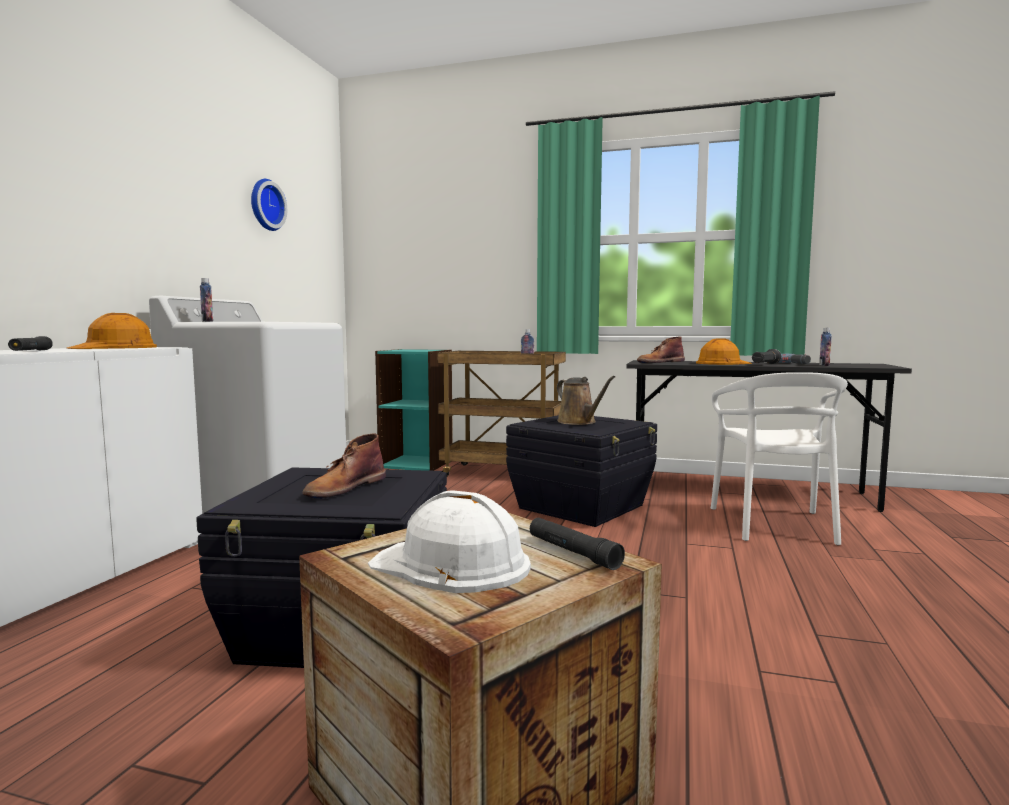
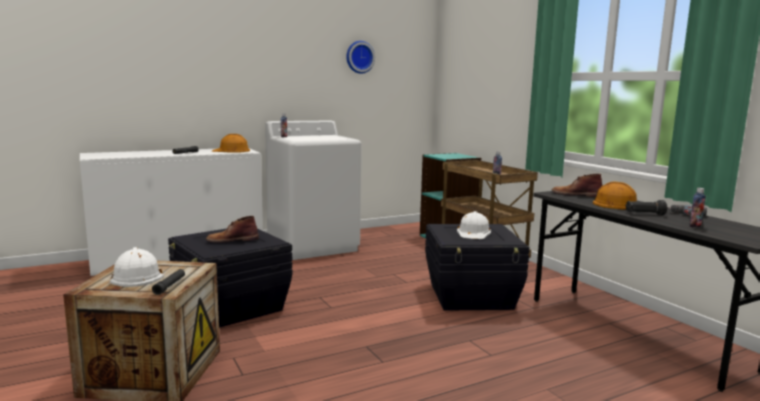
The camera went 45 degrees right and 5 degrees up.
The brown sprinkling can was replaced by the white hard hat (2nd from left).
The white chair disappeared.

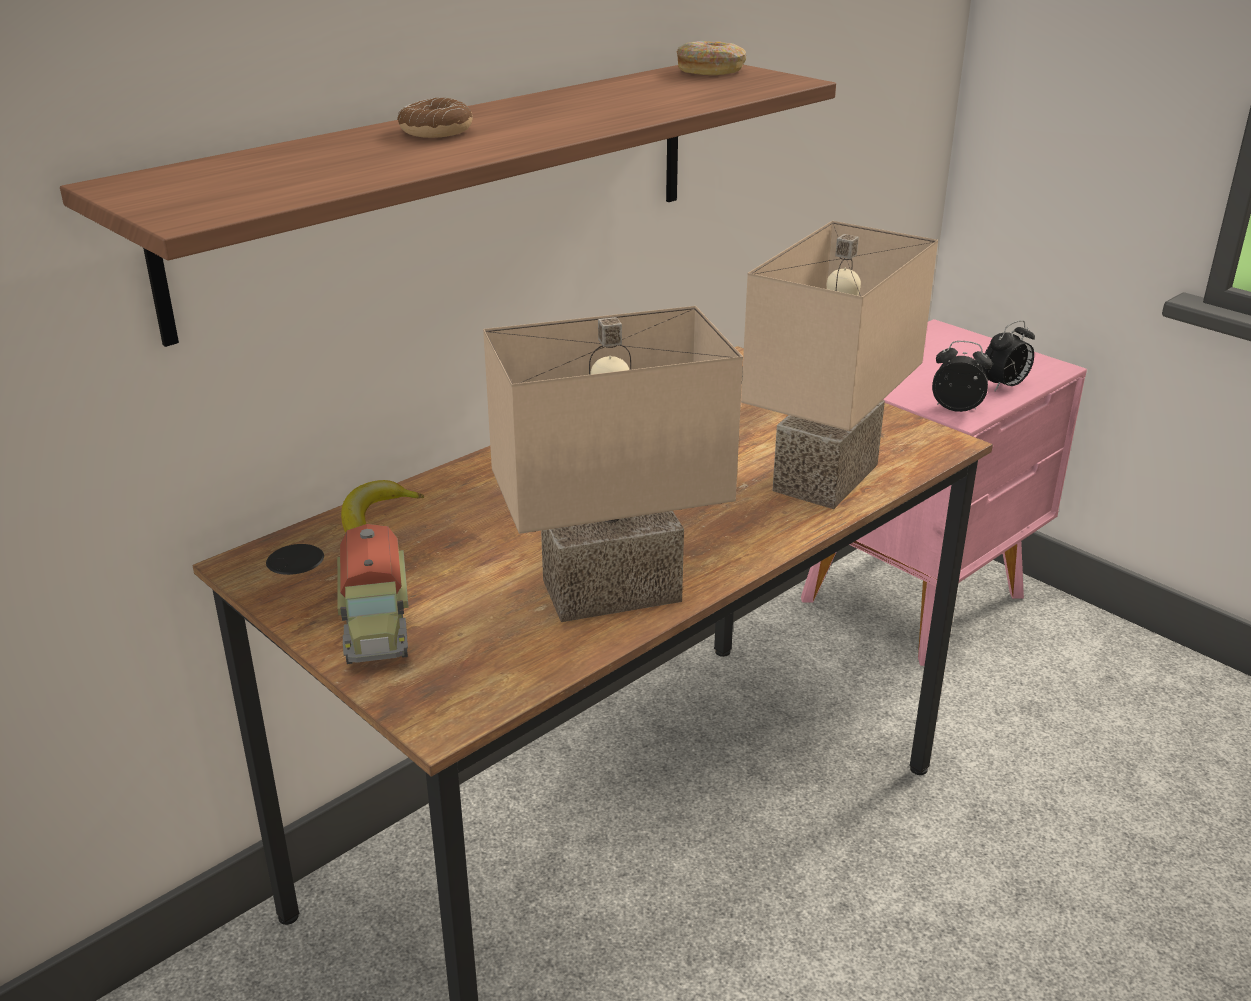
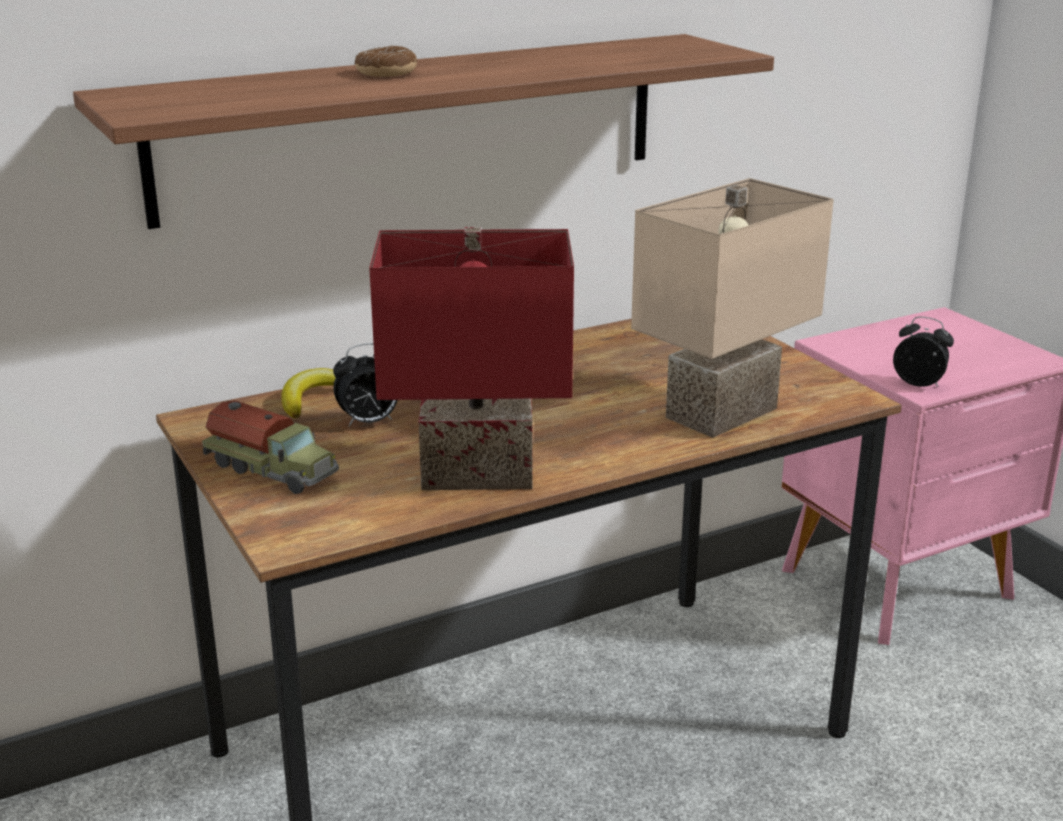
The camera went 15 degrees right and 5 degrees down.
The toy lorry turned 60 degrees counterclockwise.
The table clock (2nd from left in the first image) moved.
The beige-coloured table lamp (1st from left) became the red table lamp.
The ring doughnut (2nd from left) disappeared.

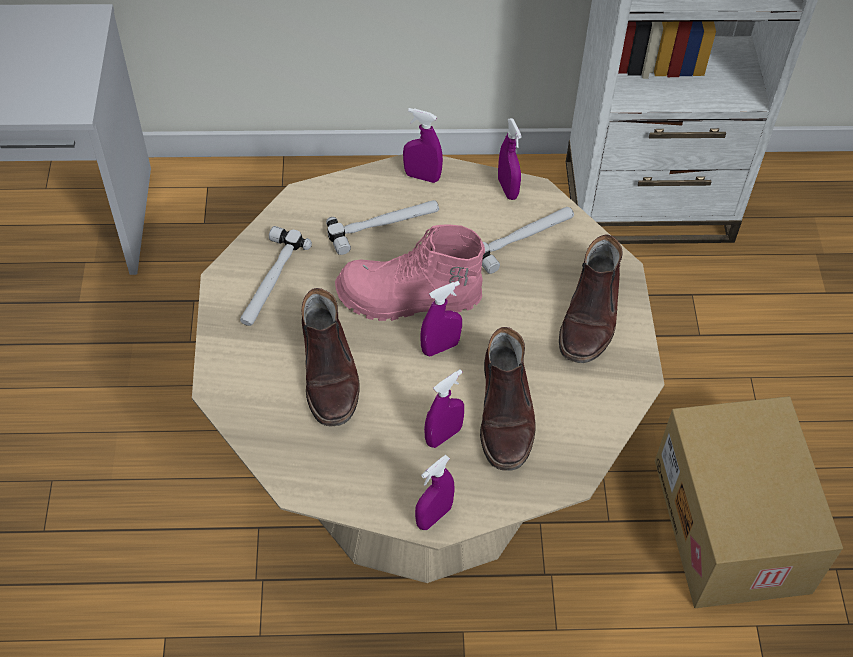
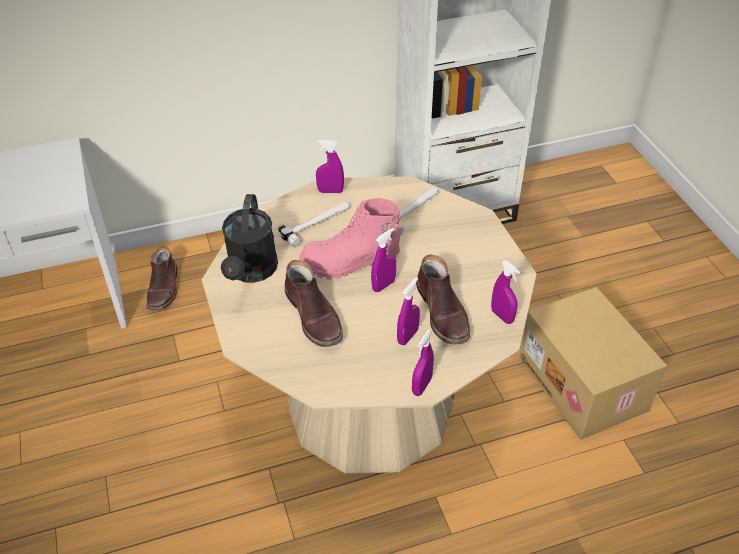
The camera went 15 degrees left and 10 degrees down.
The brown tall boot (3rd from left in the first image) moved.
The hammer (1st from left) was replaced by the black sprinkling can.
The purplish hand sprayer (5th from left) moved.

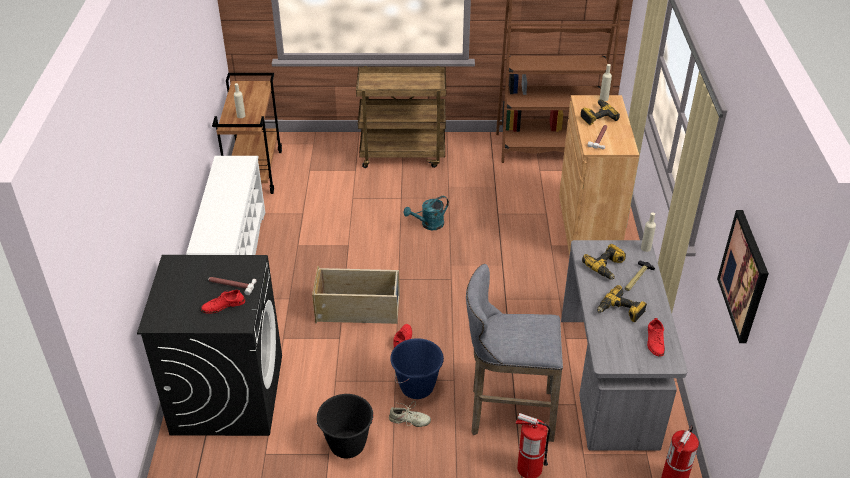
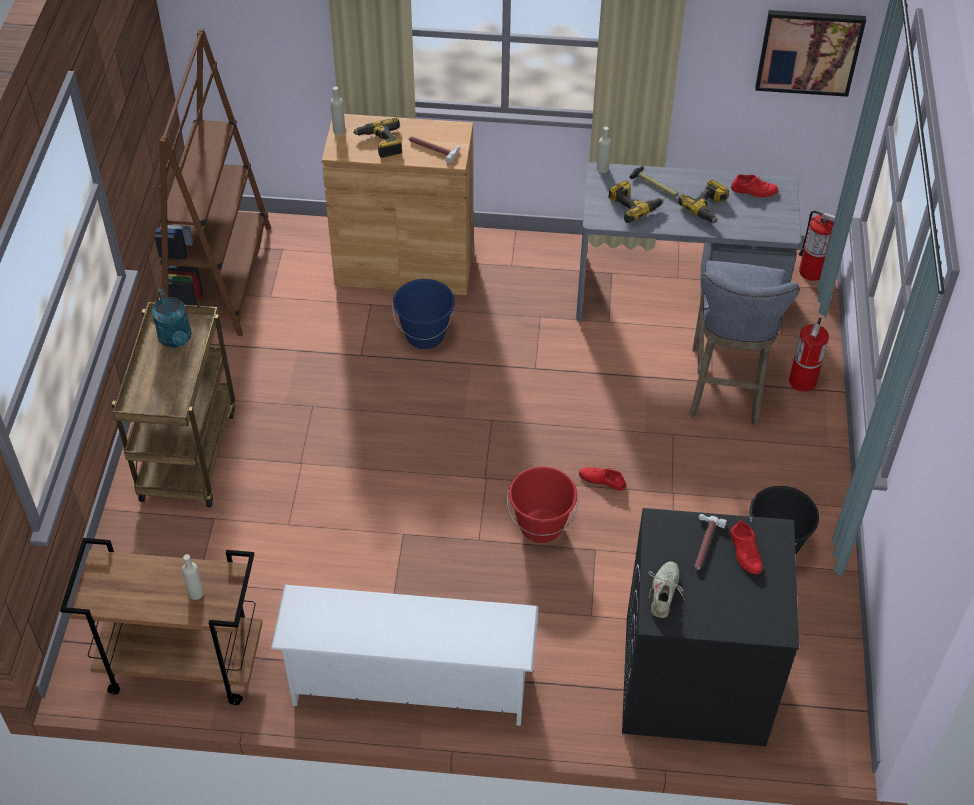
The camera went 85 degrees left and 10 degrees up.
The turquoise-coloured sprinkling can moved.
The blue pail moved.
The beige-coloured storage container was replaced by the red pail.
The beige-coloured low shoe moved.

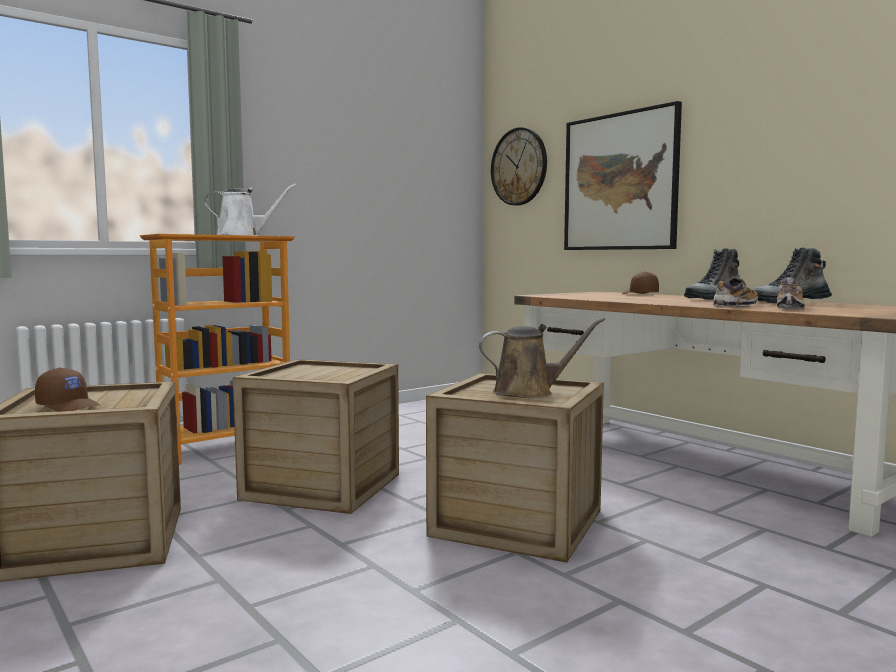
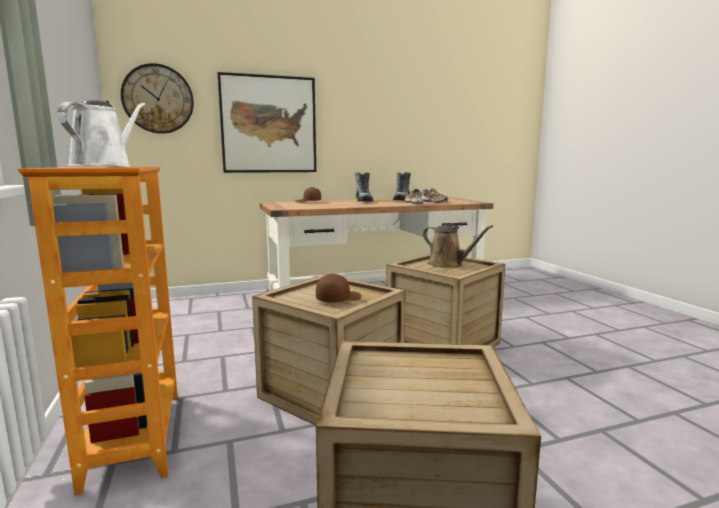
The camera went 70 degrees left and 5 degrees up.
The brown baseball cap (1st from left in the first image) moved.
The brown sprinkling can turned 120 degrees clockwise.

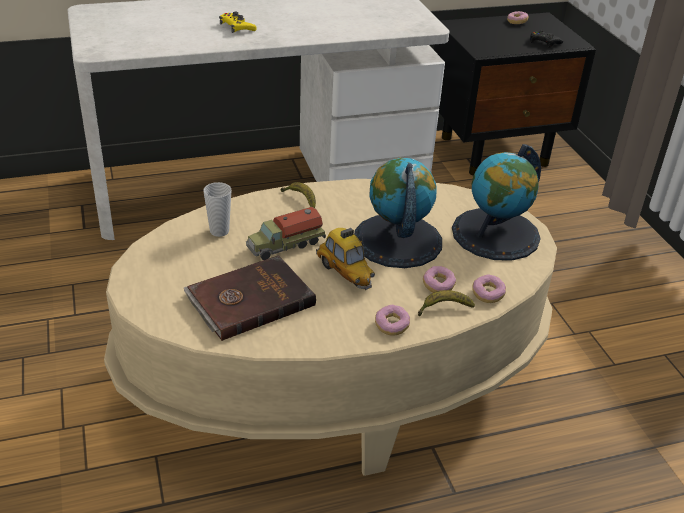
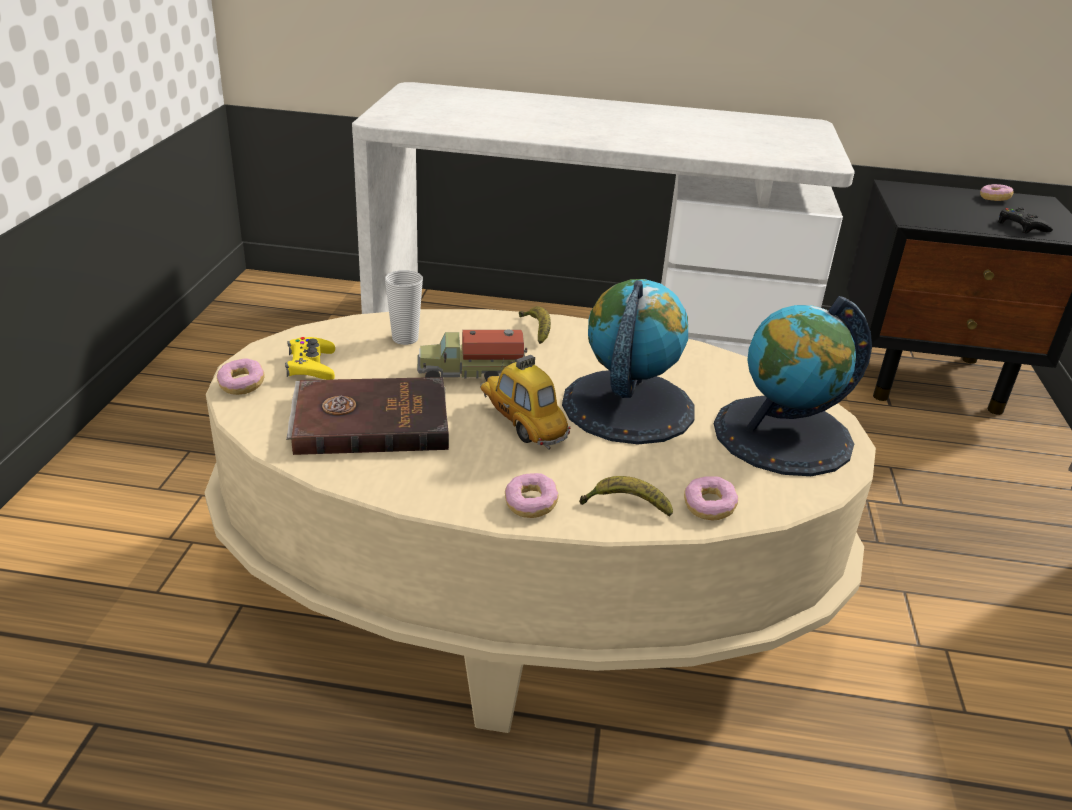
The camera went 25 degrees right and 5 degrees down.
The ring doughnut (2nd from left in the first image) moved.
The yellowish gamepad moved.
The toy car turned 150 degrees clockwise.

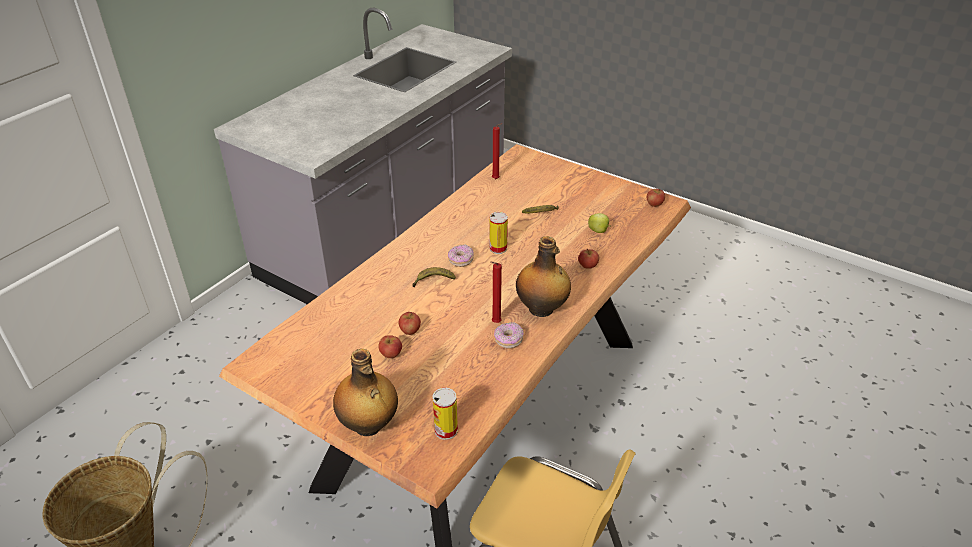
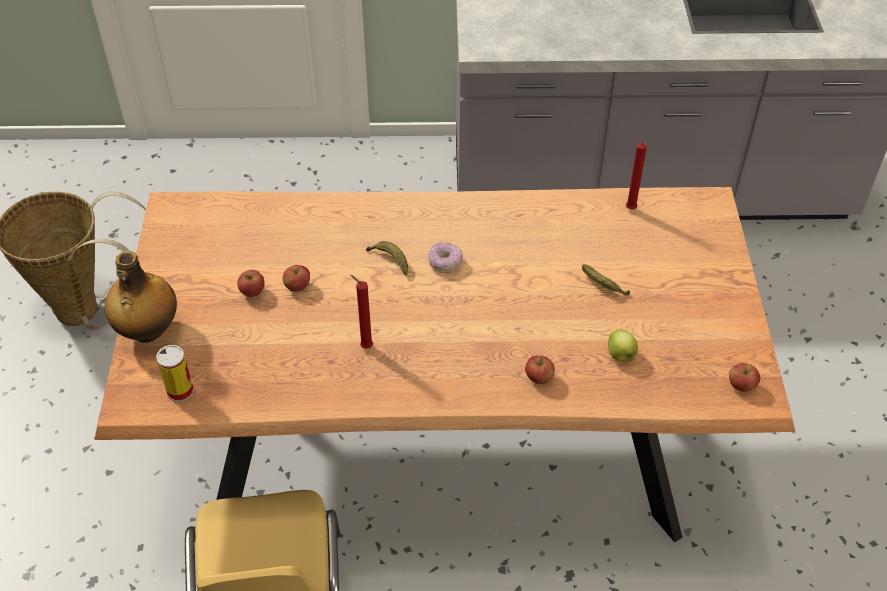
The camera went 55 degrees right and 10 degrees up.
The can (2nd from left) disappeared.
The ring doughnut (2nd from left) disappeared.
The bottle (2nd from left) disappeared.

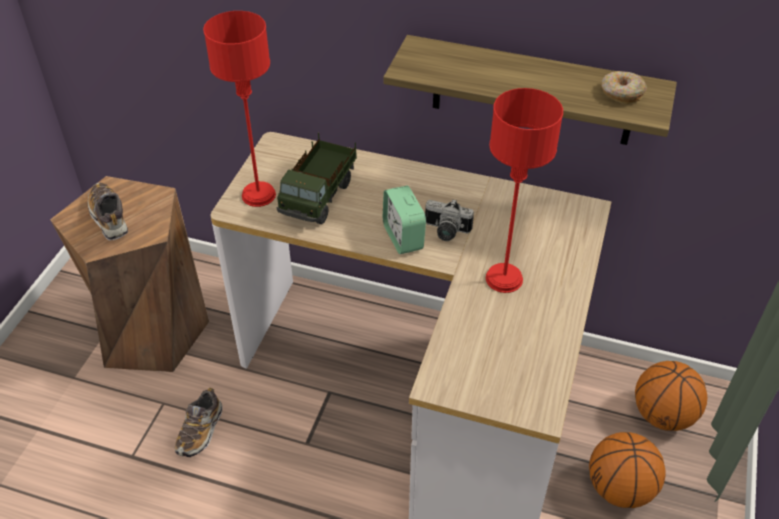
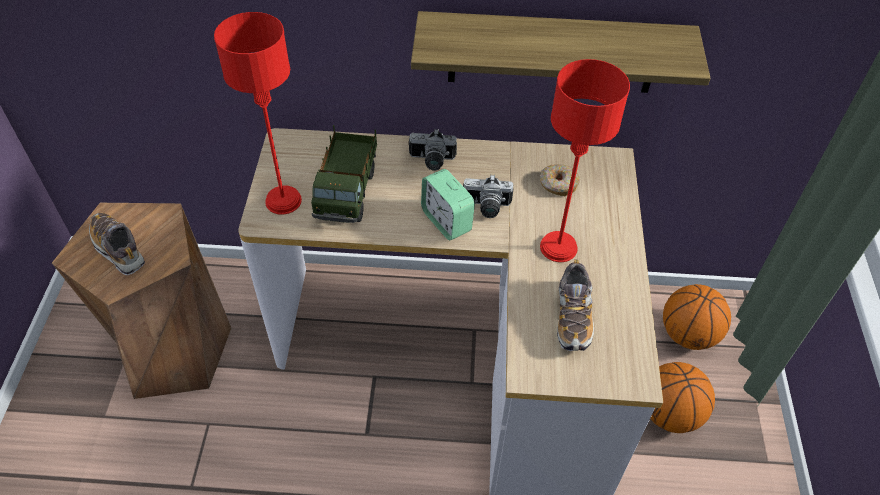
The camera went 15 degrees left and 5 degrees up.
The still camera (1st from left) appeared.
The ring doughnut moved.
The low shoe (2nd from left) moved.

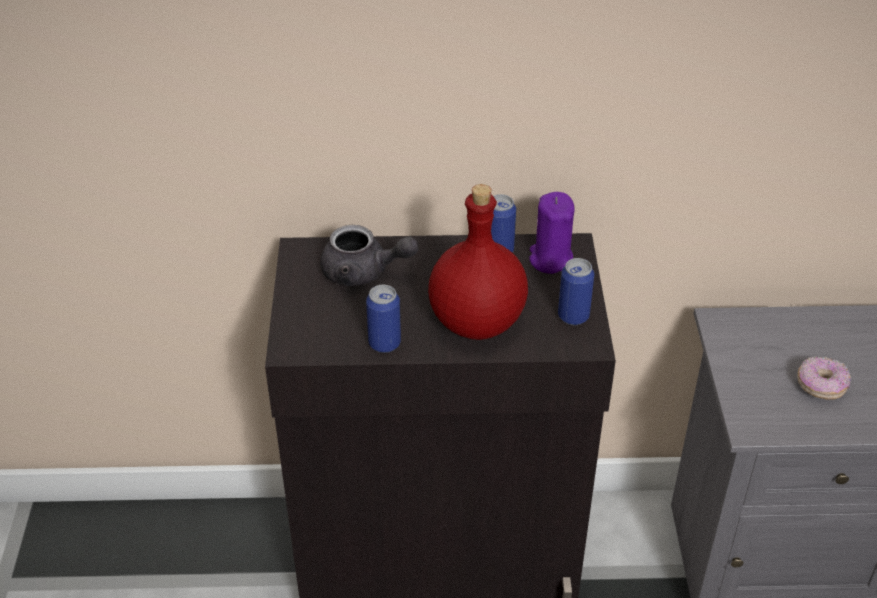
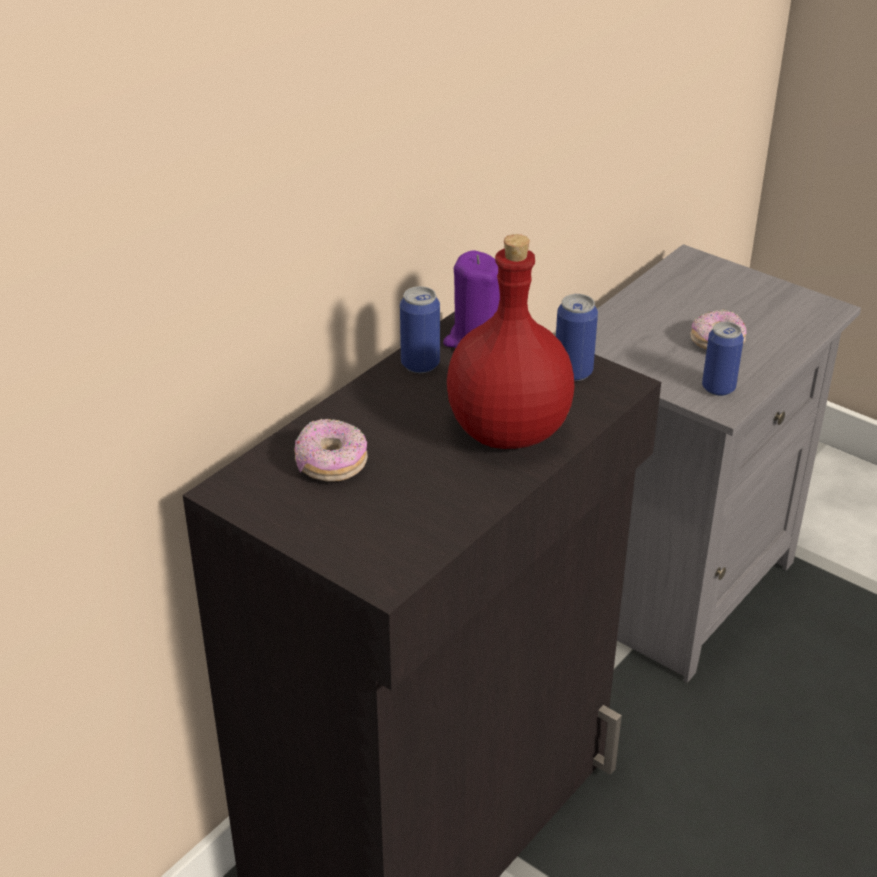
The camera went 50 degrees left and 5 degrees down.
The gray teapot was replaced by the ring doughnut (1st from left).
The can (1st from left in the first image) moved.

